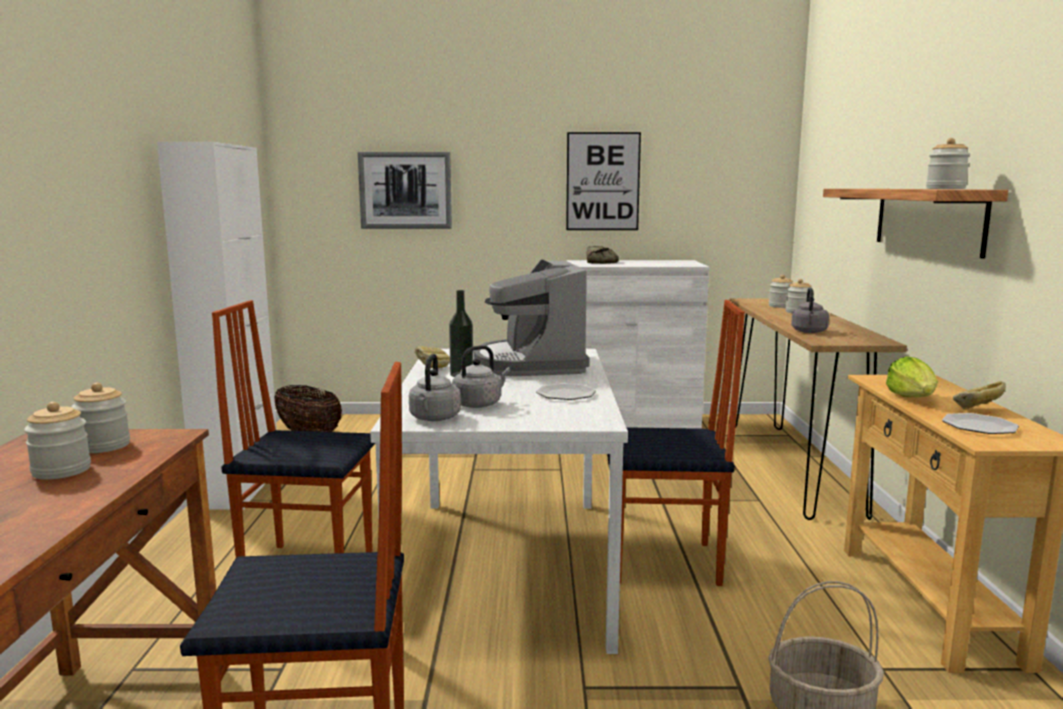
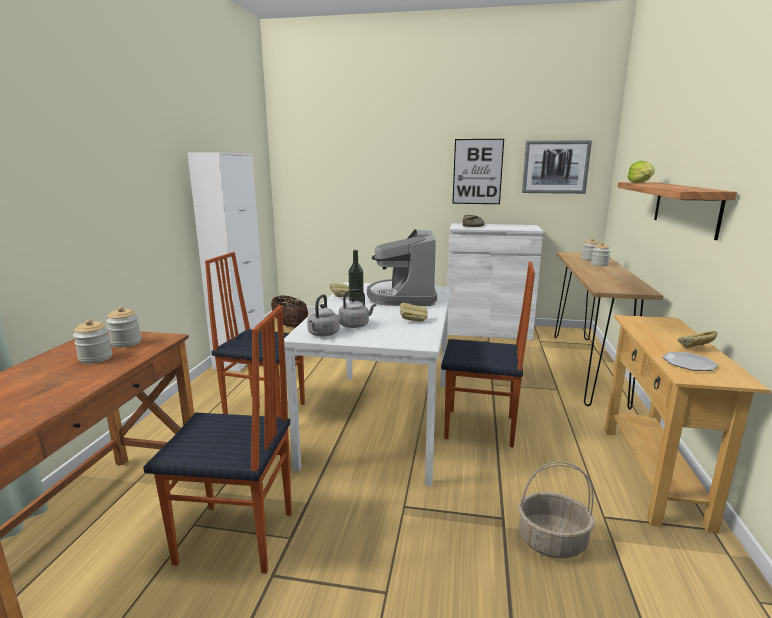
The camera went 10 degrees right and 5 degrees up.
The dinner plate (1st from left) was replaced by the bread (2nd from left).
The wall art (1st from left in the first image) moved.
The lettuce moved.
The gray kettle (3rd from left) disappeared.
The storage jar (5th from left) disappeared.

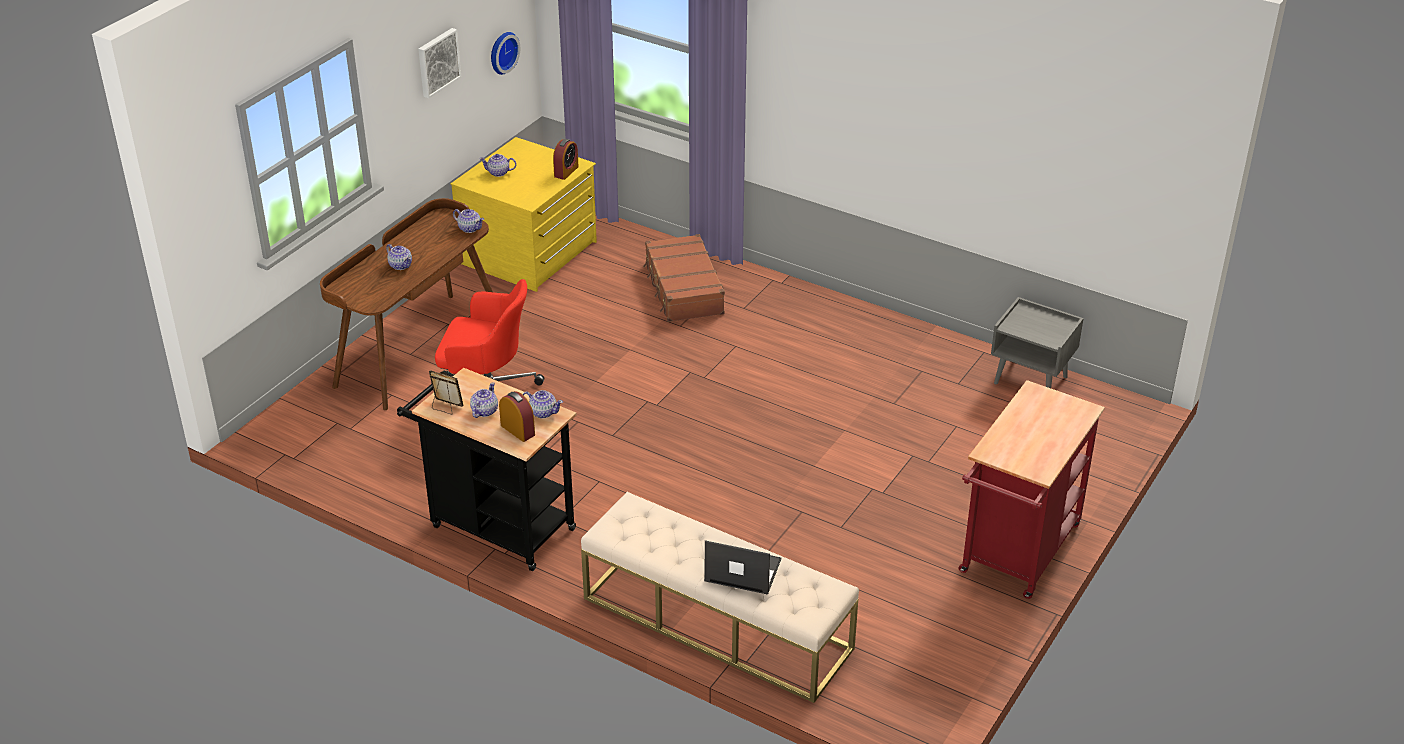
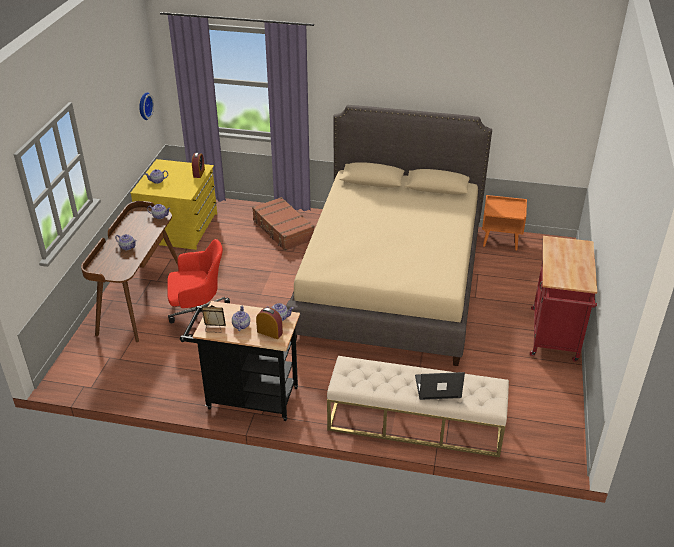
The camera went 20 degrees left and 0 degrees up.
The beige-coloured bed appeared.
The gray bedside table became the orange bedside table.
The wall art disappeared.

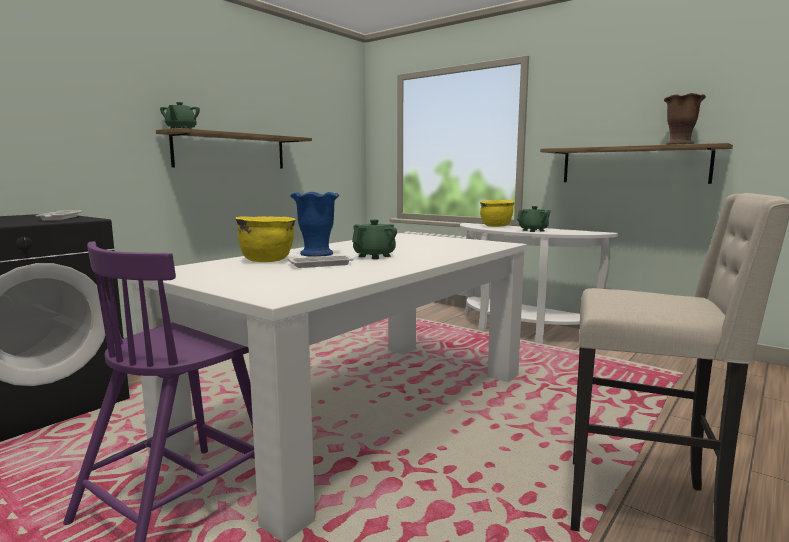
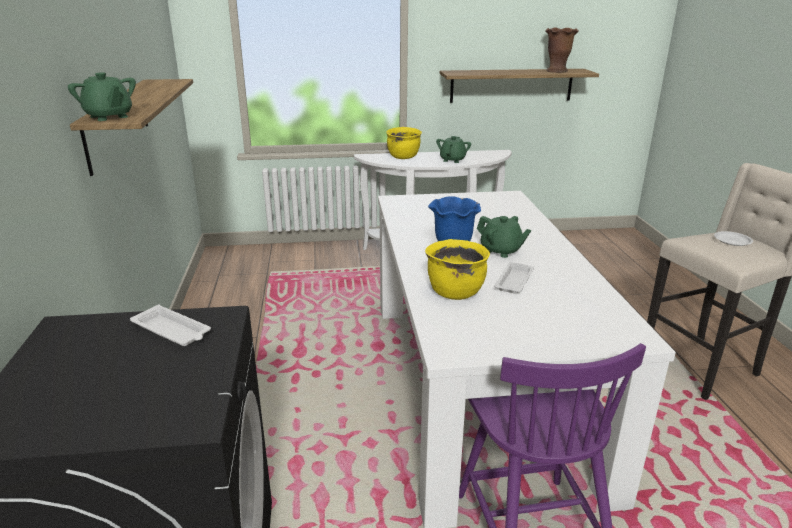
The camera went 45 degrees left and 15 degrees up.
The green teapot (2nd from left in the first image) turned 135 degrees clockwise.
The white dinner plate appeared.

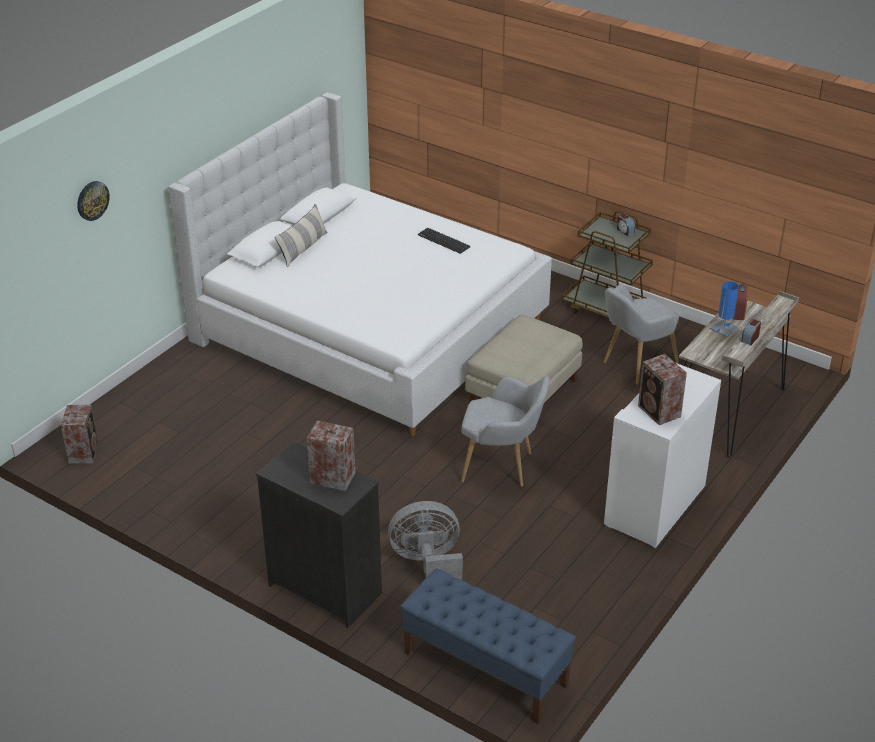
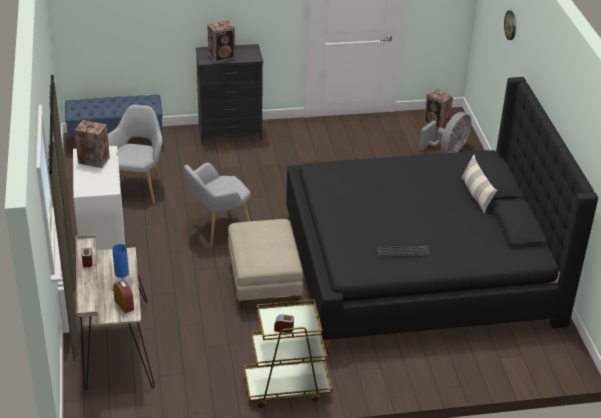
The camera went 135 degrees right and 0 degrees up.
The gray easy chair (2nd from left in the first image) moved.
The white bed became the black bed.
The gray fan moved.

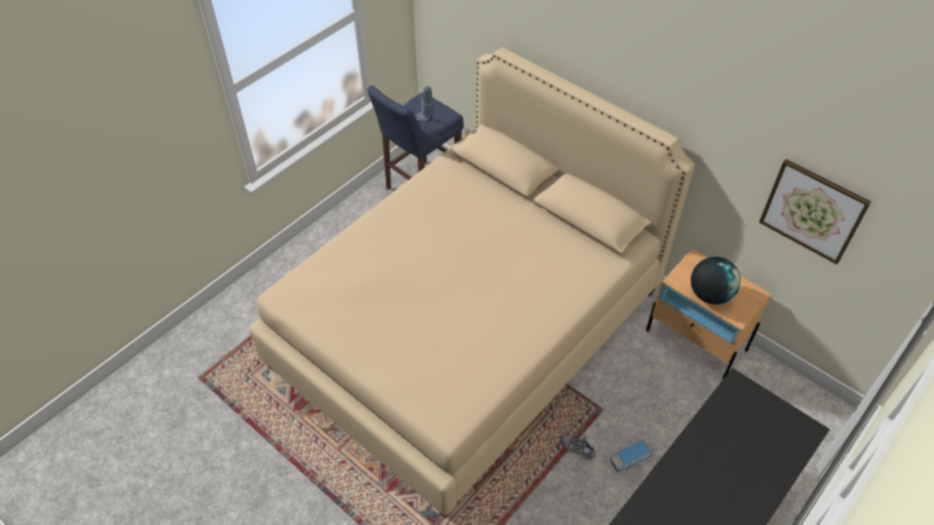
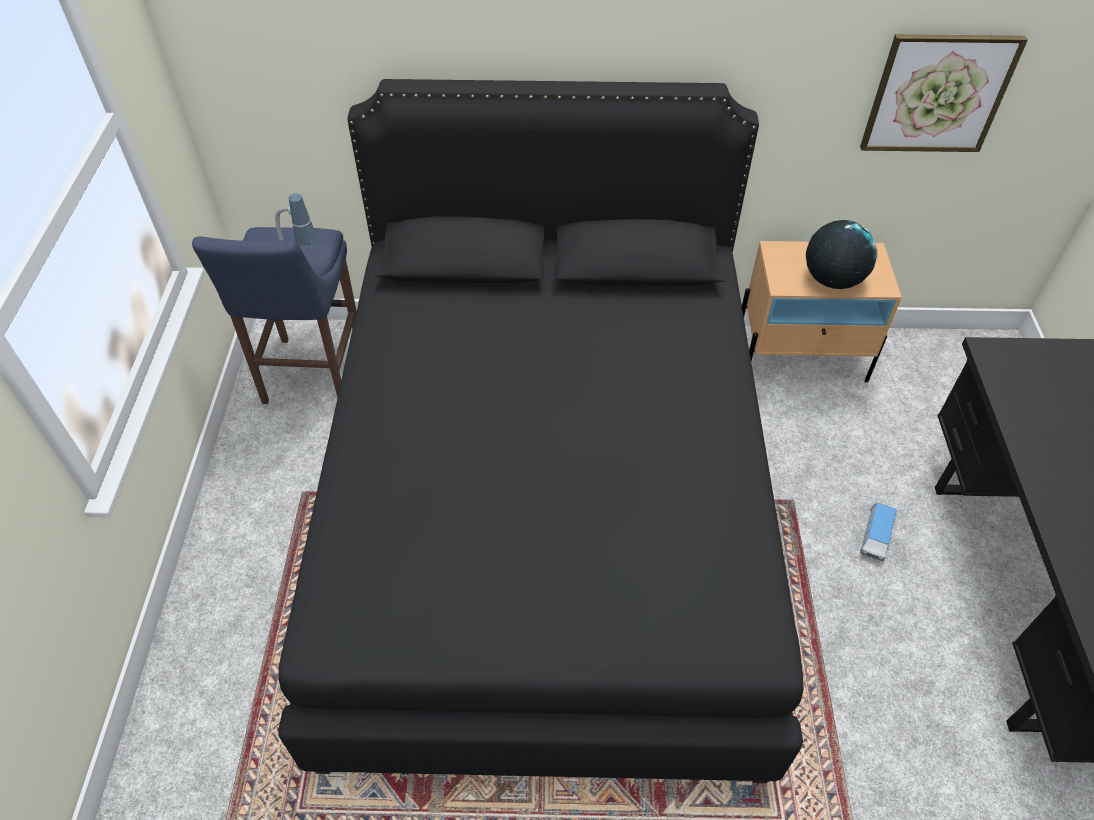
The camera went 40 degrees left and 0 degrees up.
The beige-coloured bed became the black bed.
The low shoe disappeared.

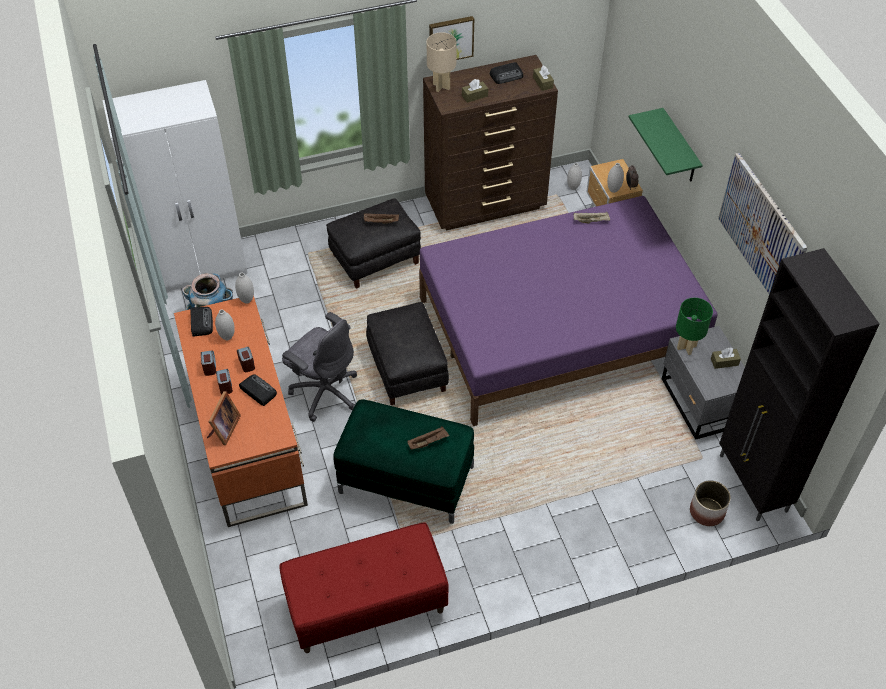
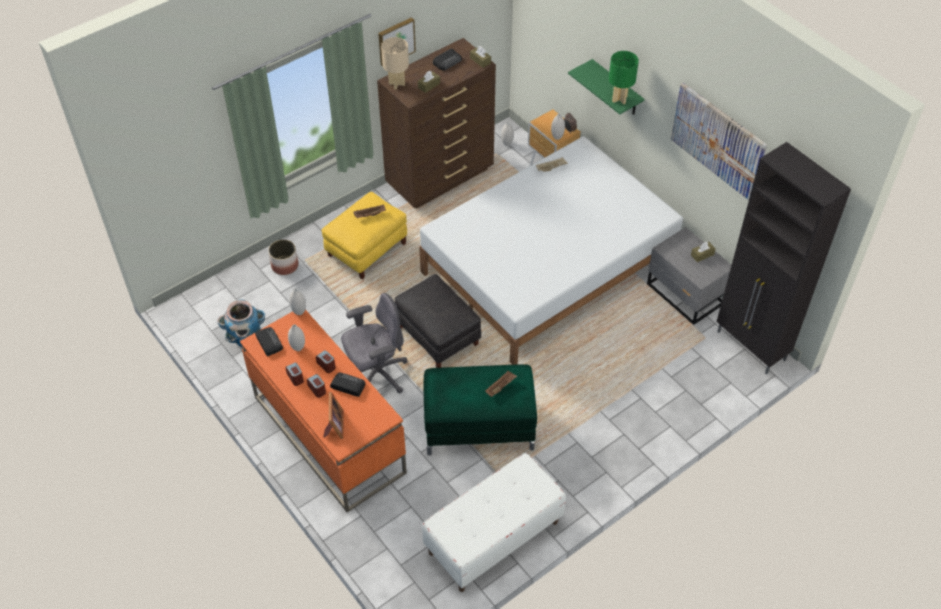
The camera went 20 degrees left and 0 degrees up.
The plant pot (2nd from left) moved.
The black footrest (1st from left) became the yellowish footrest.
The gray office chair turned 45 degrees counterclockwise.
The purplish bed became the white bed.
The red bench became the white bench.
The green table lamp moved.
The white wardrobe disappeared.

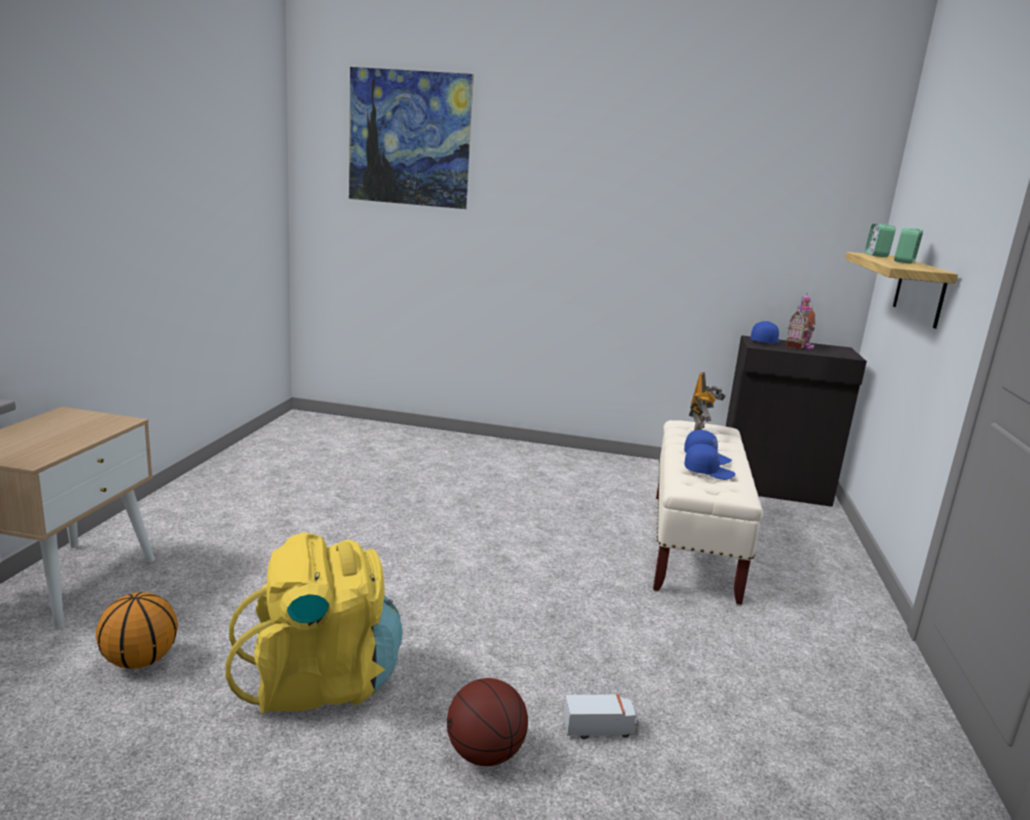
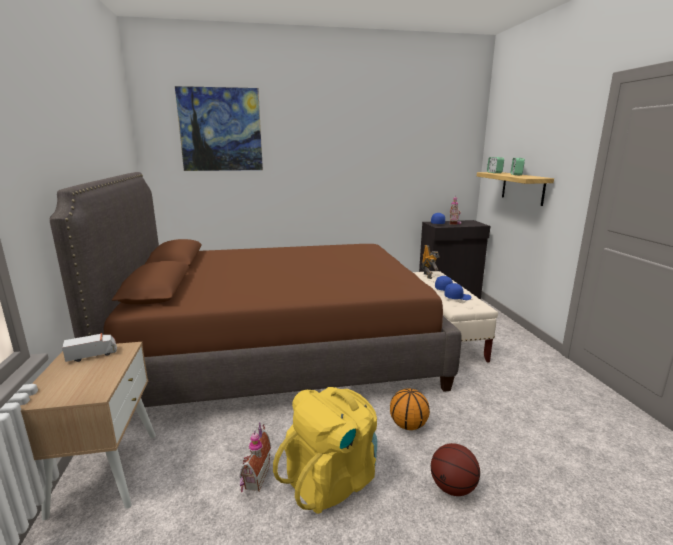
The camera went 20 degrees left and 0 degrees up.
The brown bed appeared.
The toy lorry moved.
The model house (1st from left) appeared.
The basketball ball (1st from left) moved.

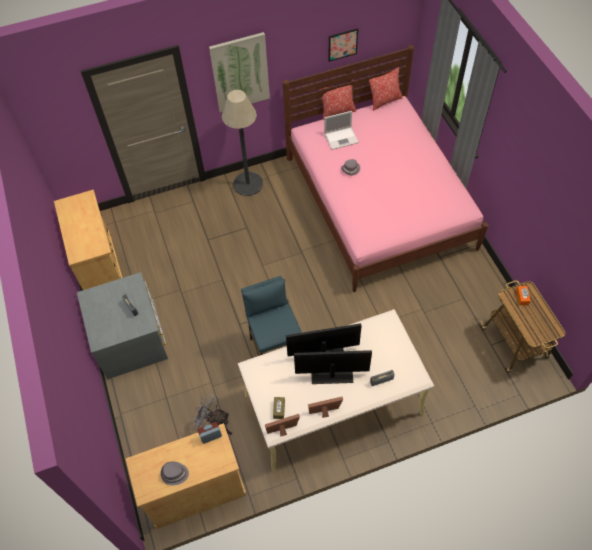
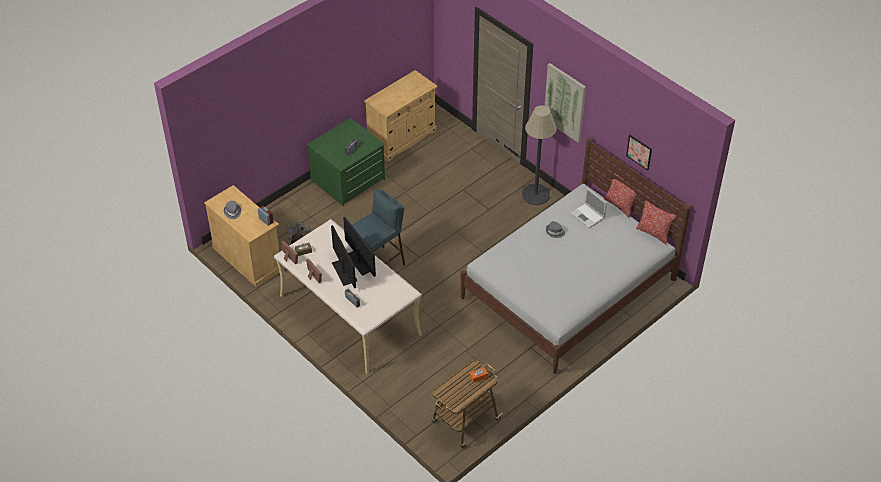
The camera went 65 degrees right and 10 degrees down.
The gray chest of drawers became the green chest of drawers.
The pink bed became the white bed.

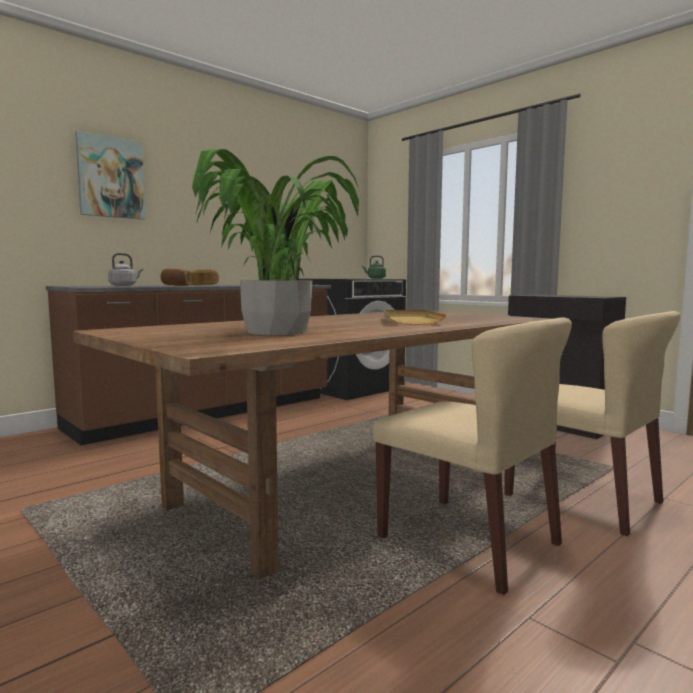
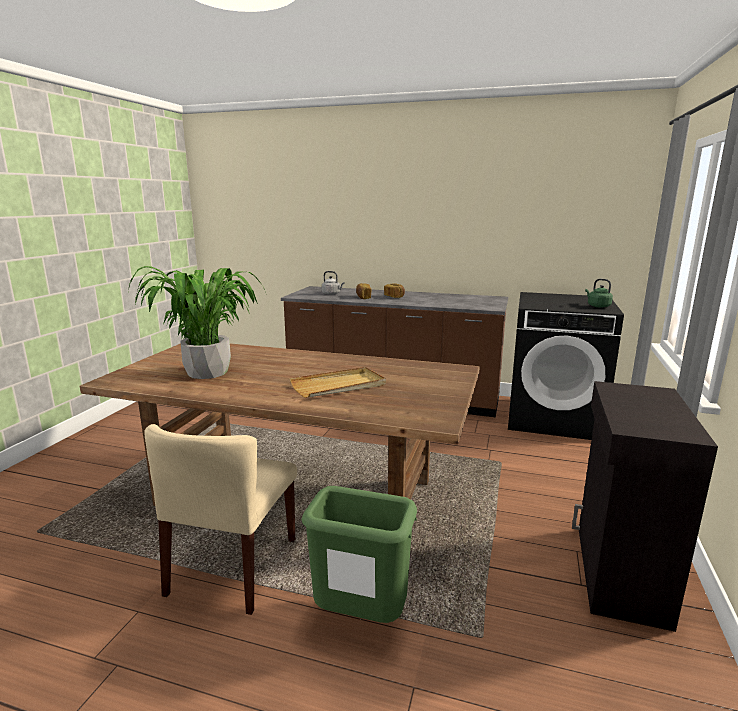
The camera went 60 degrees right and 10 degrees up.
The beige-coloured chair (2nd from left) was replaced by the green rubbish bin.
The wall art disappeared.

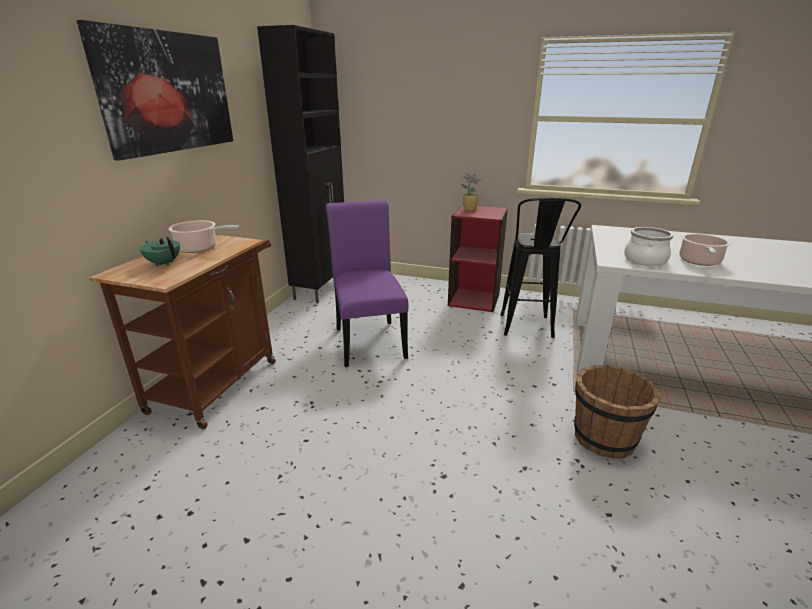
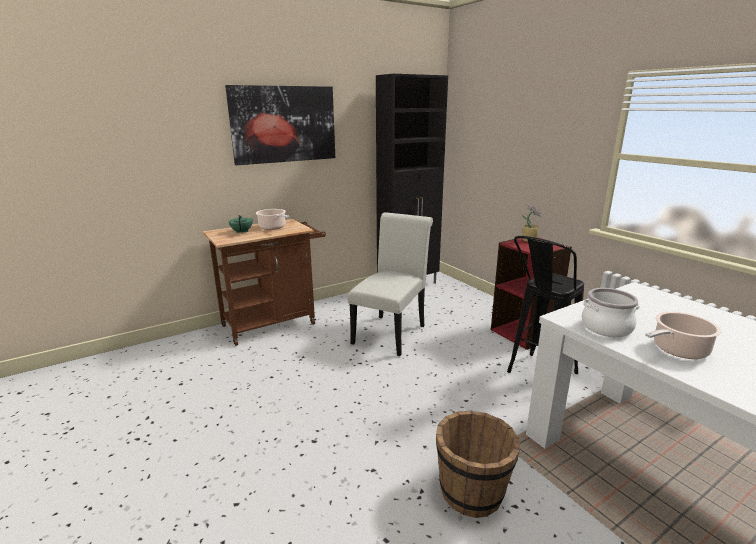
The camera went 40 degrees right and 5 degrees down.
The purplish chair became the white chair.

